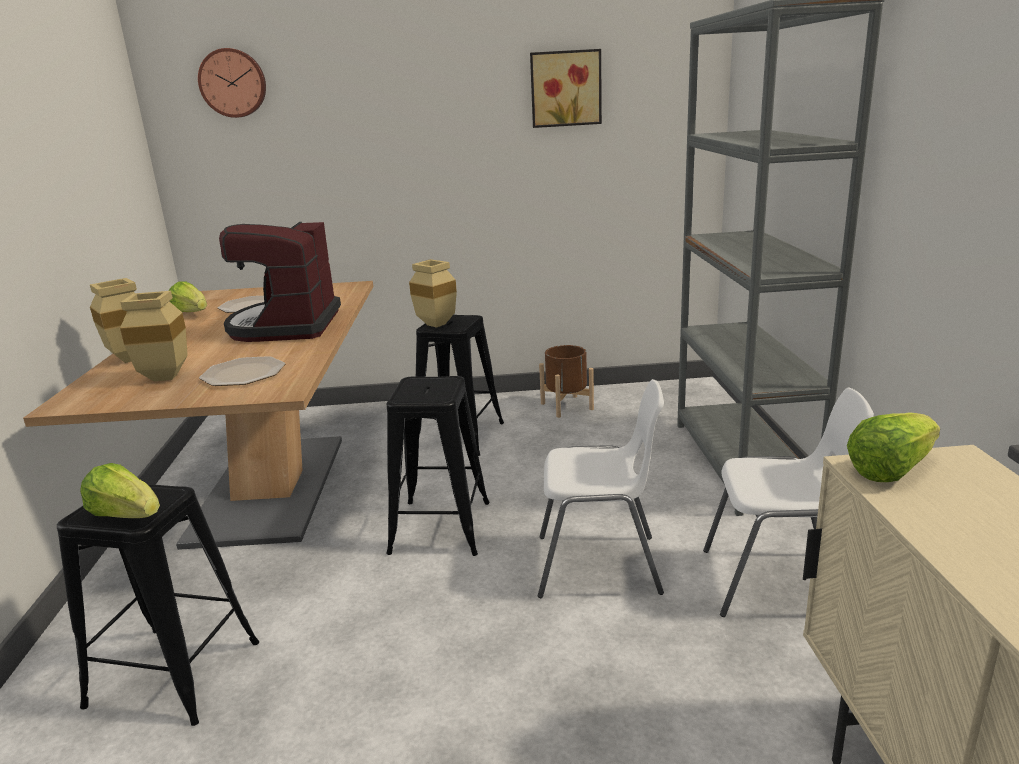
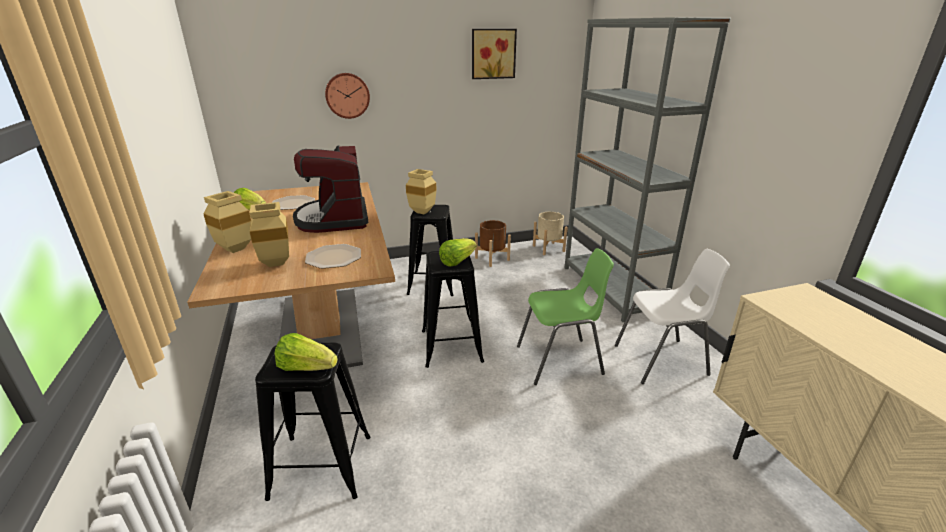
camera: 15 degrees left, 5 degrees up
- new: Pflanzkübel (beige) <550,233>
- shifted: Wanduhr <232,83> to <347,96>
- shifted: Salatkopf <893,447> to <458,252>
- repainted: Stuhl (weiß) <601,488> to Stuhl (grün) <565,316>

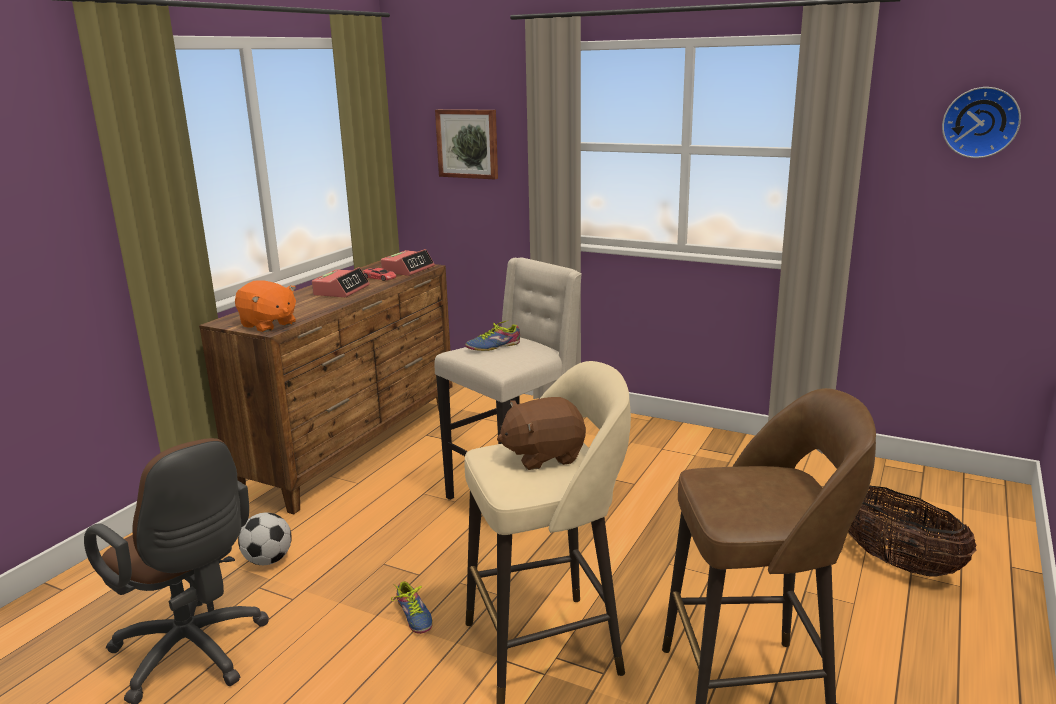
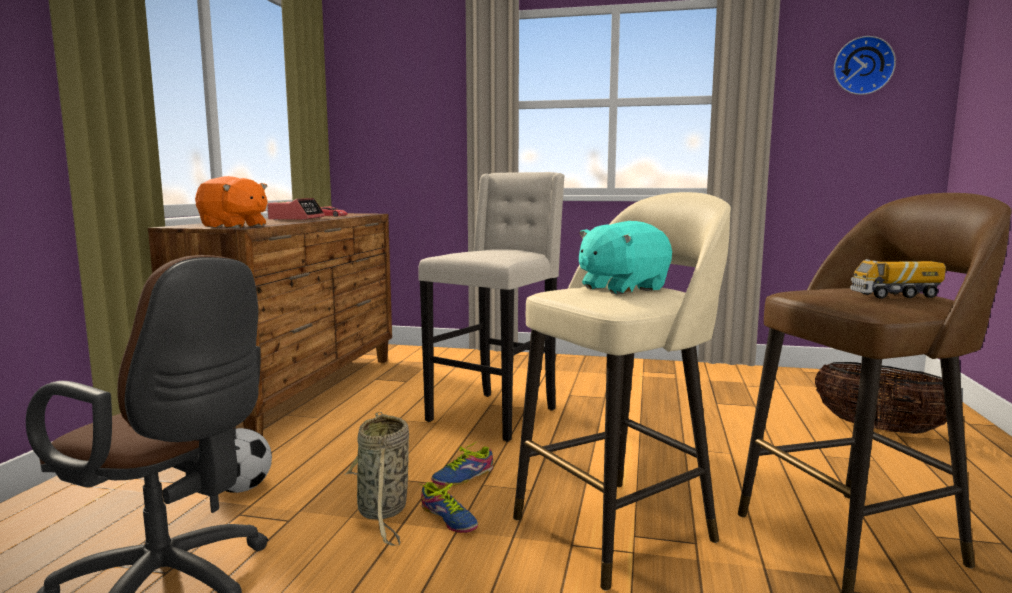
camera: 15 degrees left, 10 degrees down
- gone: Wecker <408,262>
- gone: Bild <466,144>
- new: Korb <376,478>
- new: Spielzeuglaster <898,279>
- shifted: Schuh <492,335> to <462,463>
- repainted: Plüschtier (braun) <541,433> to Plüschtier (türkis) <625,257>

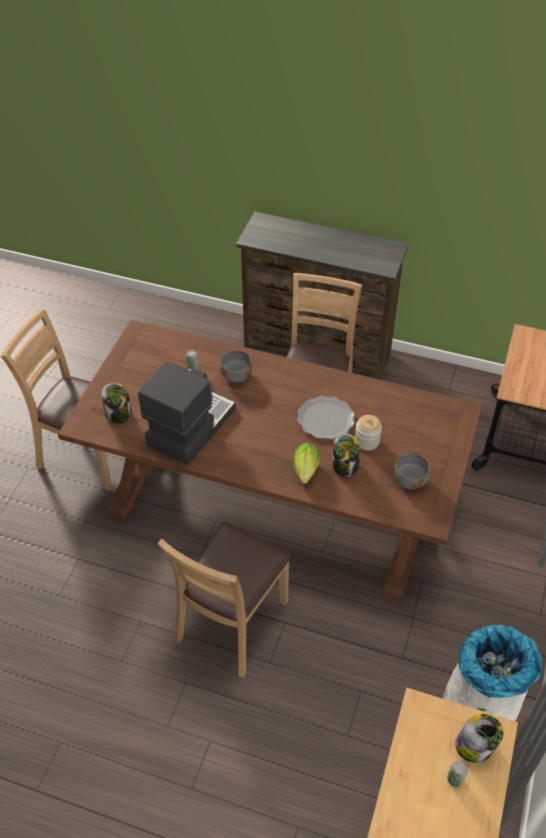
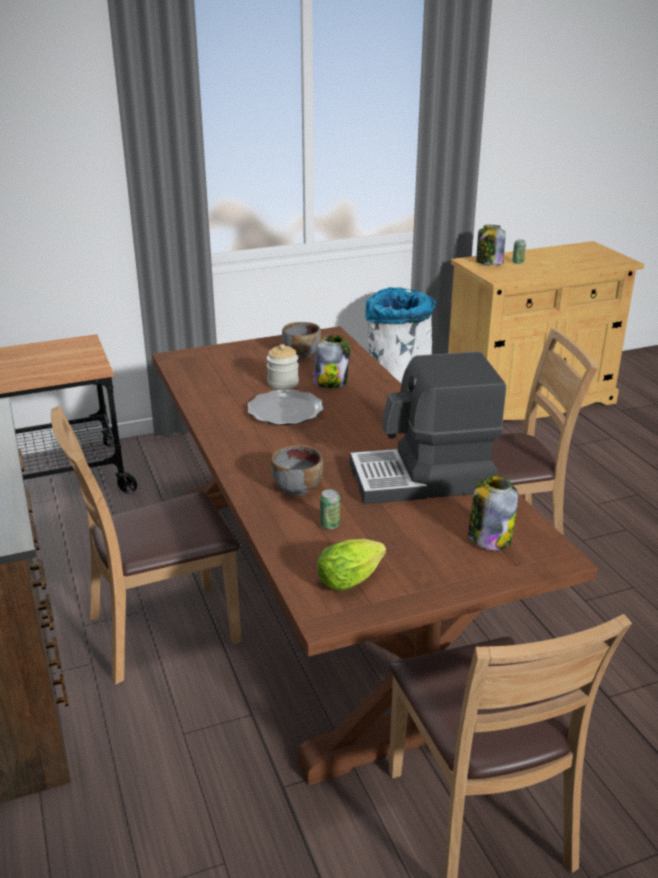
camera: 130 degrees left, 20 degrees down
- shifted: Salatkopf <307,463> to <351,565>

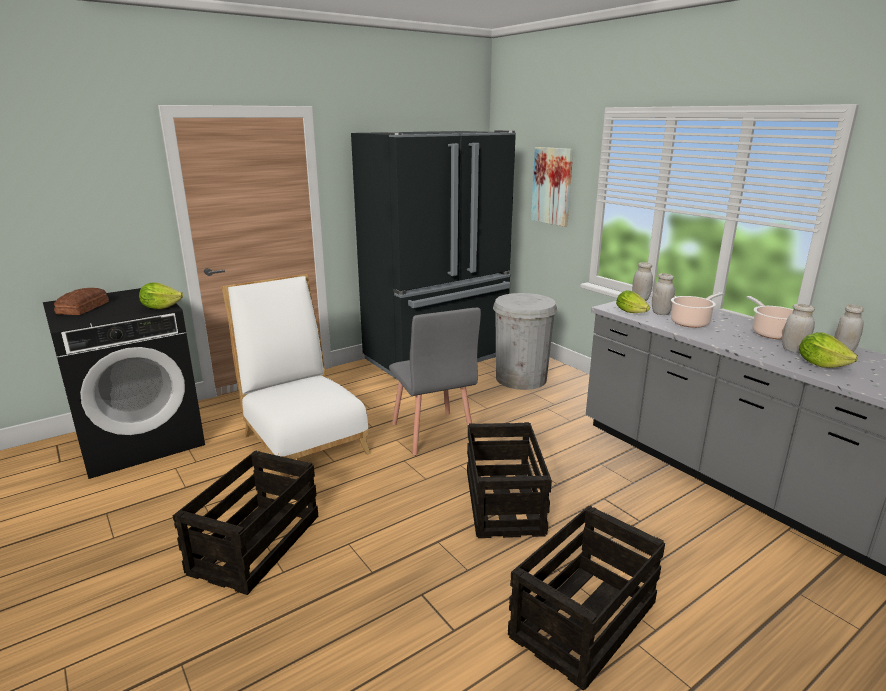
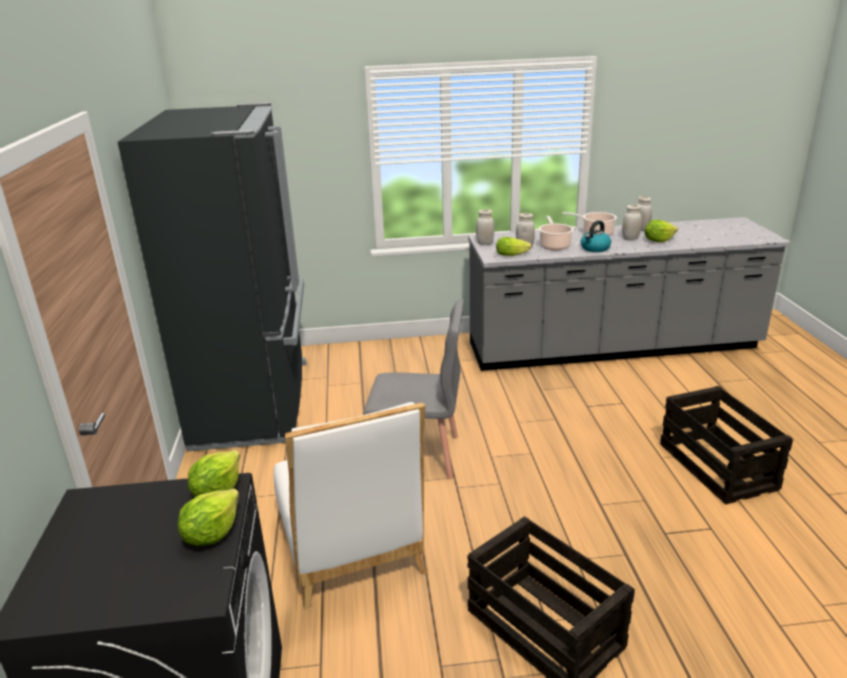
camera: 60 degrees left, 5 degrees up
- gone: Brot <81,301>
- gone: Kiste <509,480>
- gone: Mülleimer (weiß) <525,341>
- gone: Bild <552,187>
- new: Salatkopf <208,517>
- new: Wasserkessel <596,236>
- rotated: Stuhl (weiß) <296,375> = <350,506> 105 degrees counterclockwise

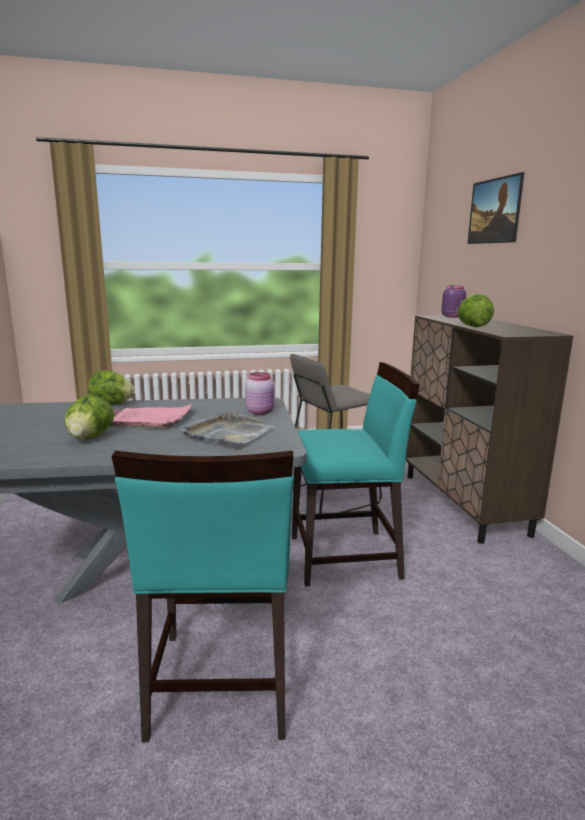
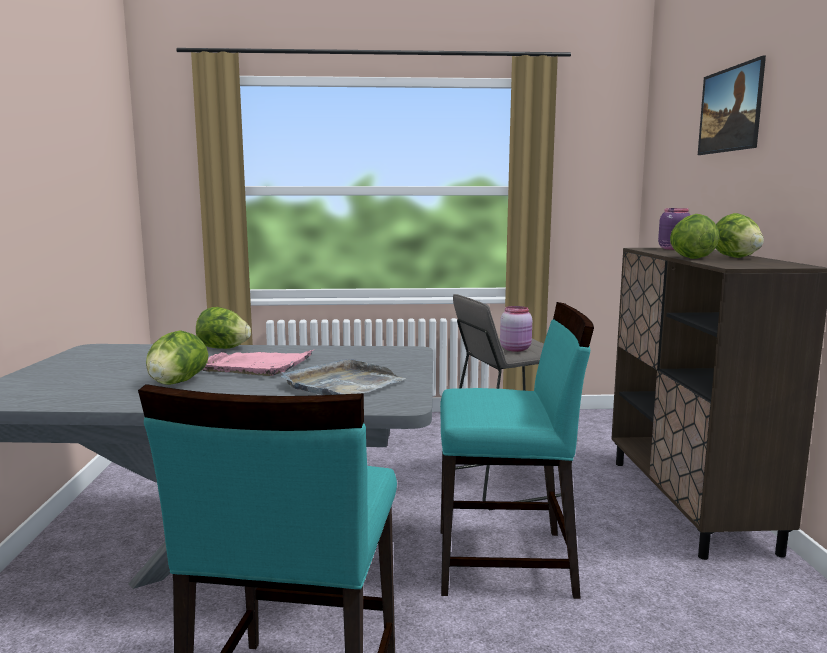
camera: 10 degrees right, 5 degrees down
- new: Salatkopf <740,235>
- shifted: Vorratsglas (rosa) <259,393> to <516,329>

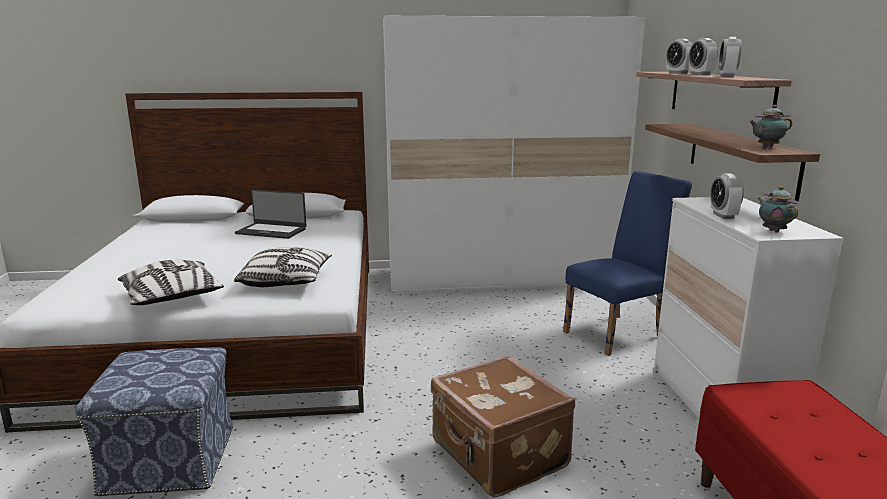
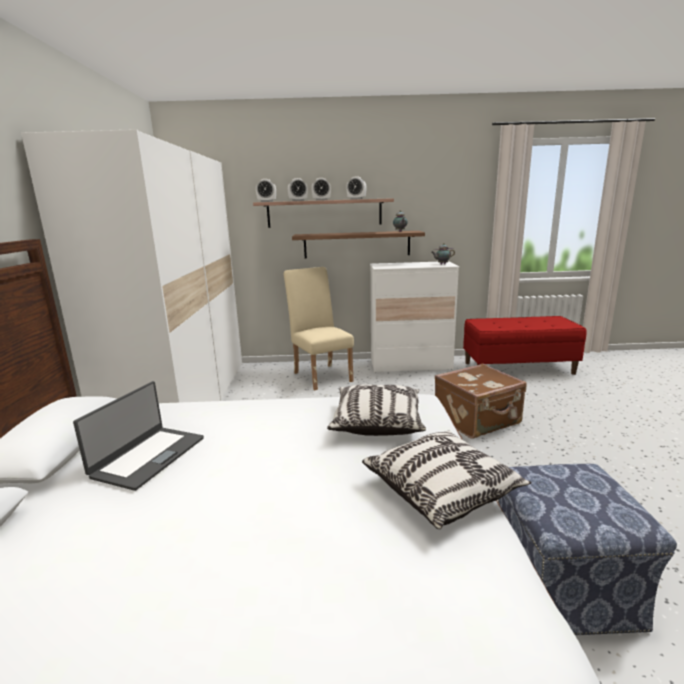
camera: 85 degrees left, 0 degrees up
- shifted: Wecker <727,196> to <266,190>
- repainted: Stuhl (blau) <627,263> to Stuhl (beige) <319,329>

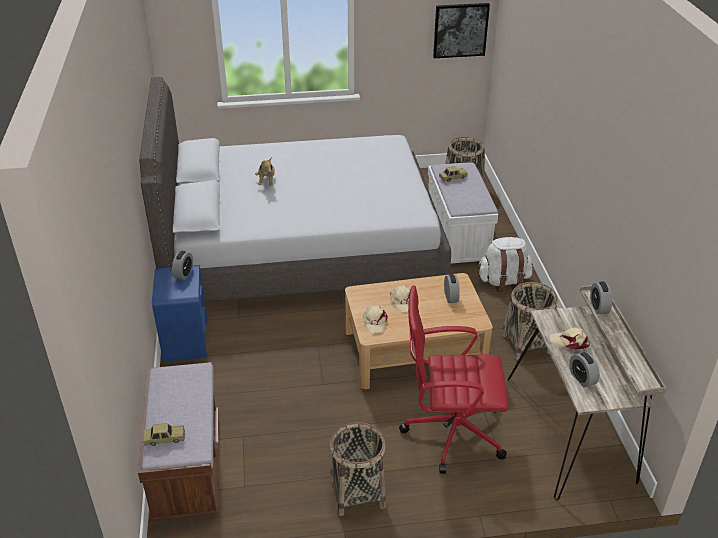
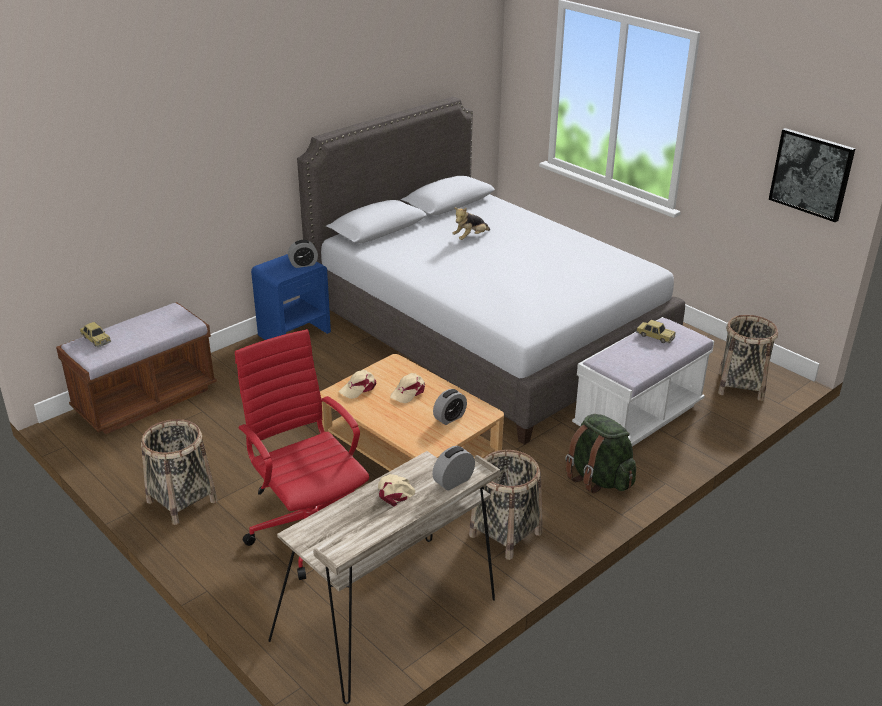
camera: 55 degrees right, 5 degrees down
- gone: Wecker <584,370>
- repainted: Rucksack (weiß) <505,264> to Rucksack (grün) <600,453>

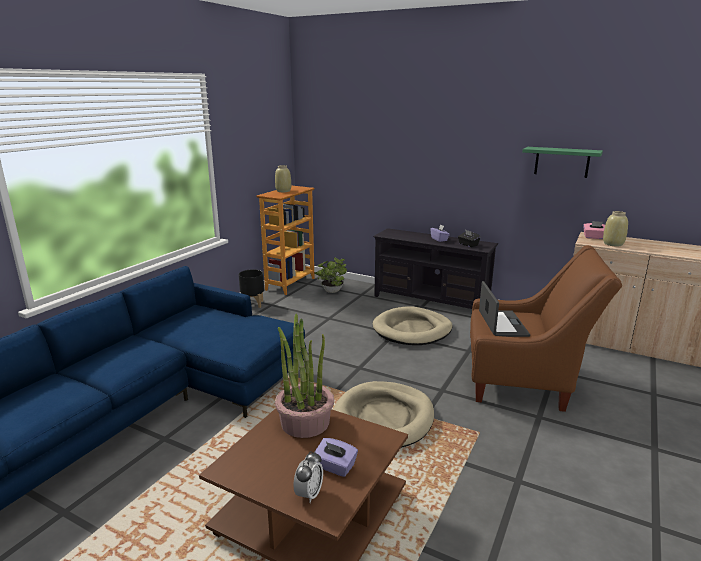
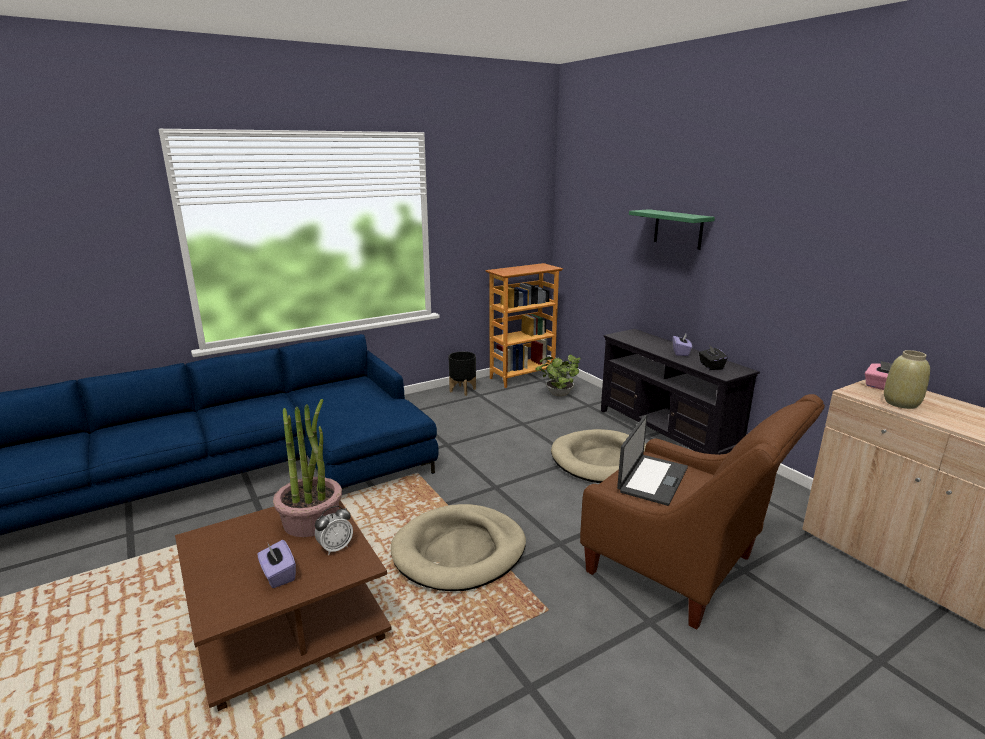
camera: 30 degrees right, 0 degrees up
- gone: Vase (beige) <283,178>
- shifted: Wecker <308,477> to <334,530>
- shifted: Wandregal (grün) <562,162> to <672,229>

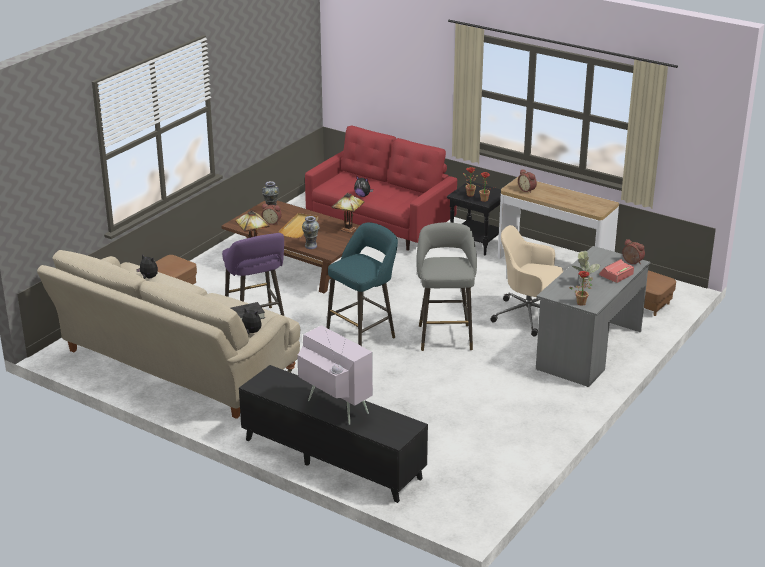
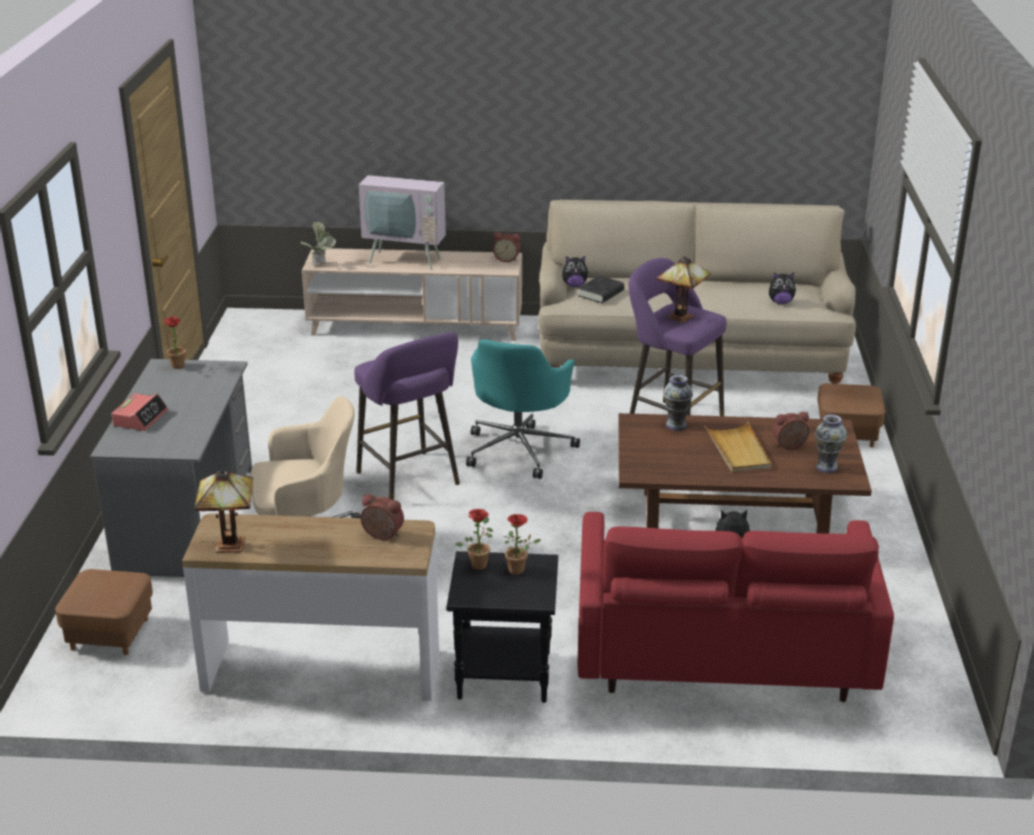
camera: 150 degrees right, 0 degrees up
- shifted: Tischlampe <348,213> to <224,511>
- shifted: Topfpflanze <585,269> to <318,244>
- shifted: Wecker <633,251> to <507,247>
- swapped: Hocker (türkis) <362,284> to Bürostuhl (türkis) <523,409>
- repainted: Fernsehschrank (schwarz) <333,434> to Fernsehschrank (beige) <412,294>
- repainted: Hocker (grau) <446,286> to Hocker (lila) <407,416>

